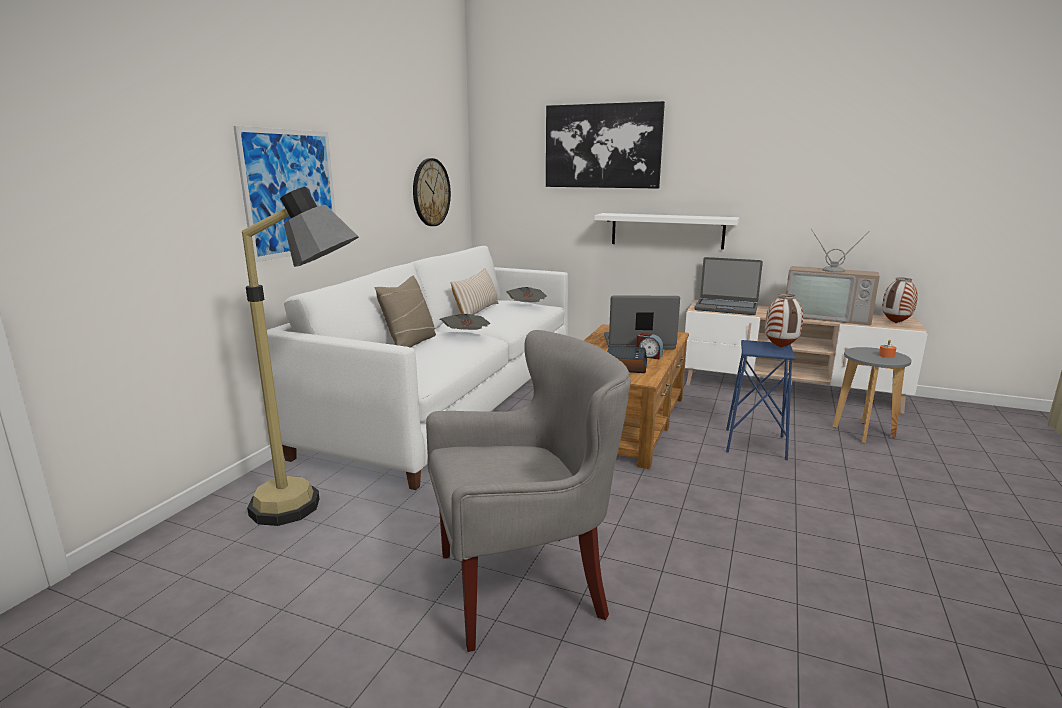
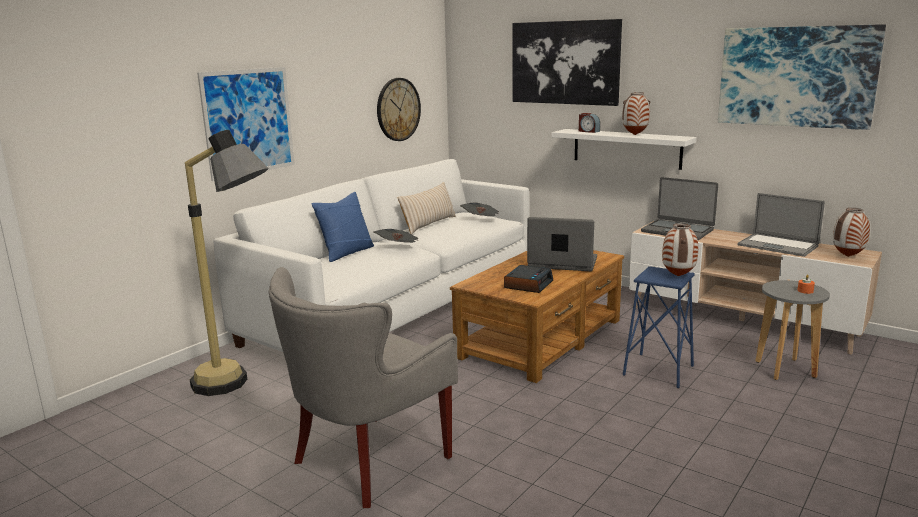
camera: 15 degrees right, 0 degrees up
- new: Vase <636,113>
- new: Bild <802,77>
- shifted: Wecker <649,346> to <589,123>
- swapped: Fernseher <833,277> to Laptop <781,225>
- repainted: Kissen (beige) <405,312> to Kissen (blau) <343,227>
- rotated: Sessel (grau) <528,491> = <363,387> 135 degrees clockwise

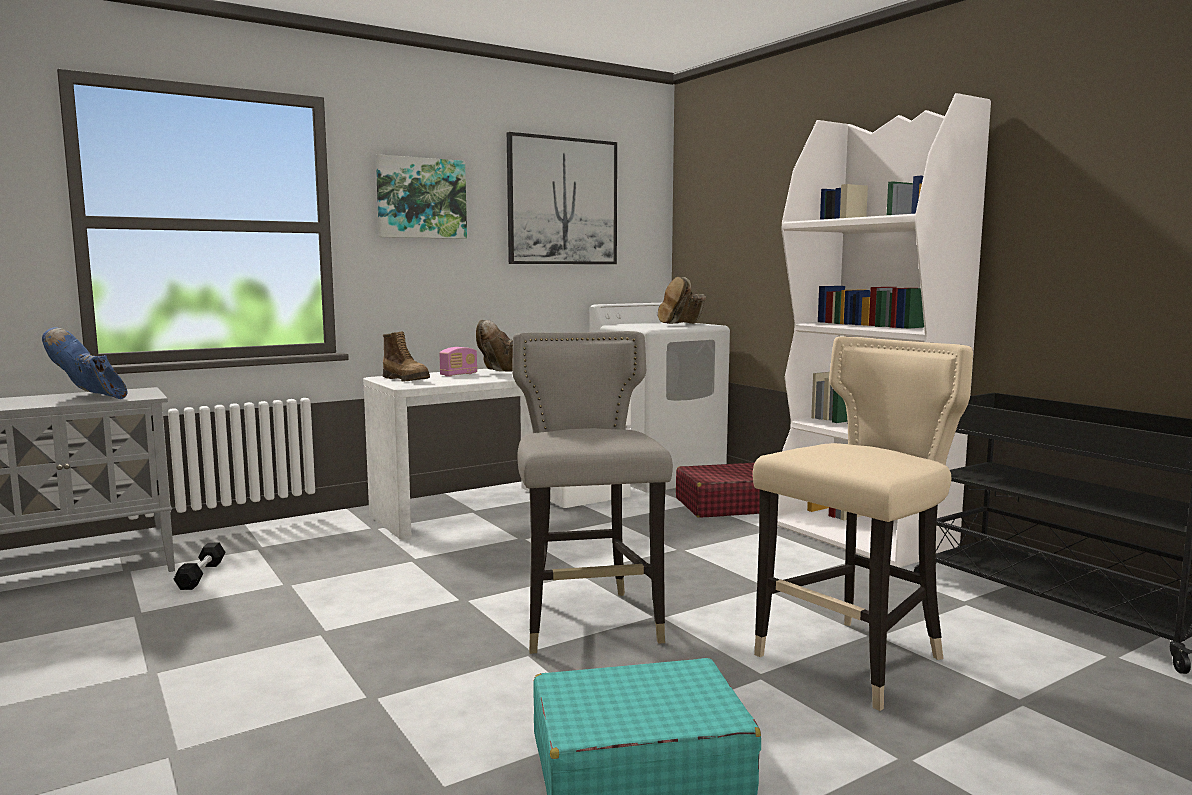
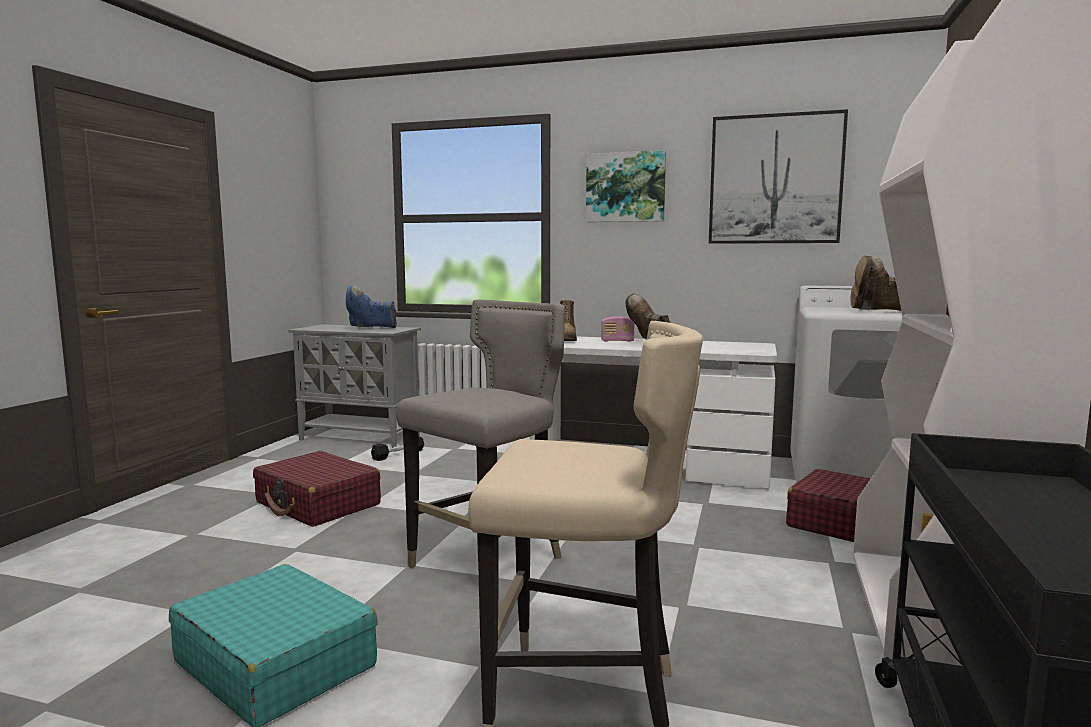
camera: 50 degrees right, 0 degrees up
- new: Koffer (rot) <317,489>
- rotated: Stiefel (blau) <84,363> = <371,307> 90 degrees counterclockwise

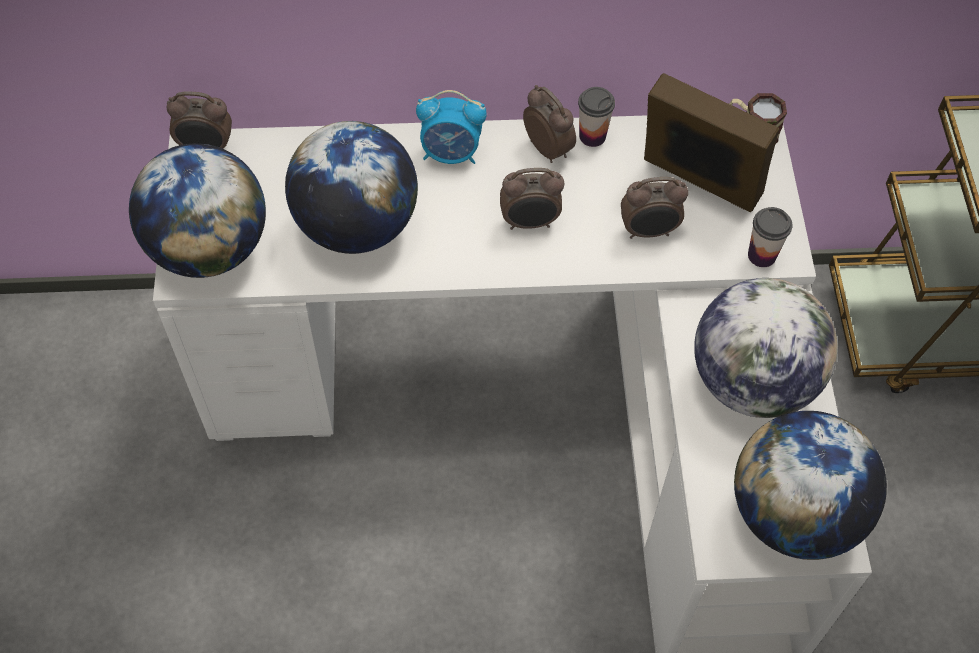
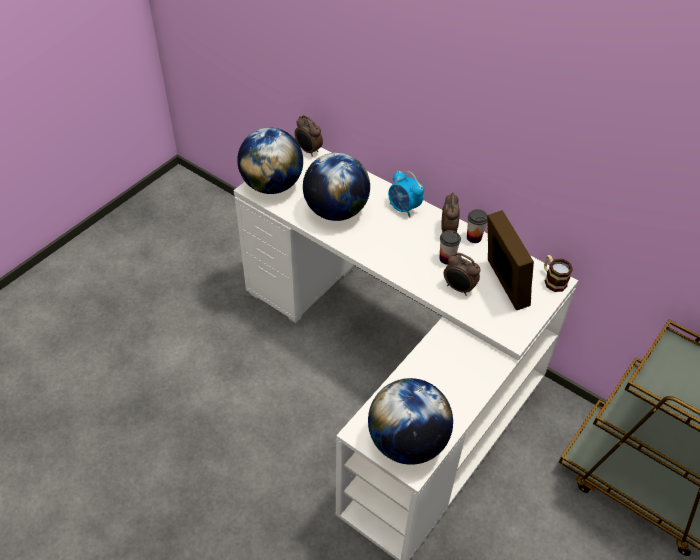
camera: 40 degrees right, 10 degrees down
- gone: Wecker <532,199>
- gone: Globus <766,348>
- shifted: Tasse <770,237> to <450,247>

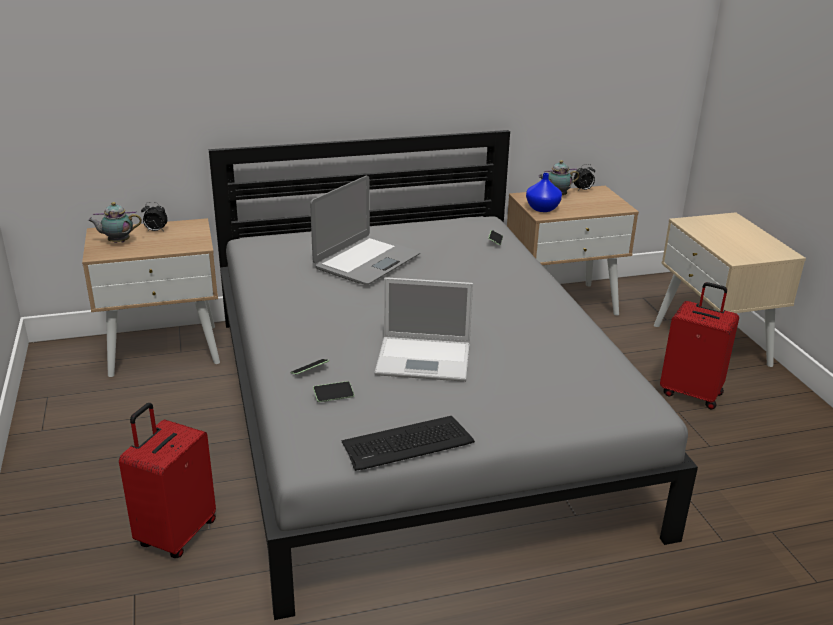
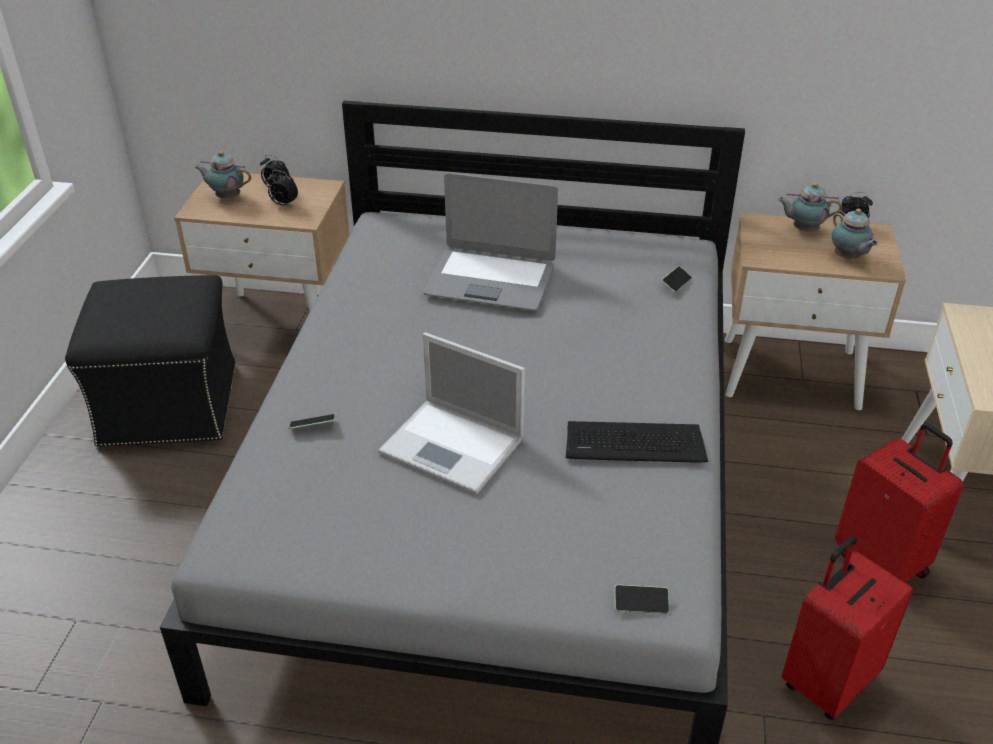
camera: 25 degrees right, 10 degrees up
- gone: Vase (blau) <544,192>
- new: Polsterhocker (schwarz) <150,361>
- new: Wecker <282,188>
- new: Teekanne <855,234>
- shifted: Koffer (rot) <167,480> to <848,628>
- shifted: Handy <333,391> to <642,599>
- shifted: Tastatur <408,443> to <637,442>
- rotated: Laptop <365,230> = <490,242> 45 degrees clockwise

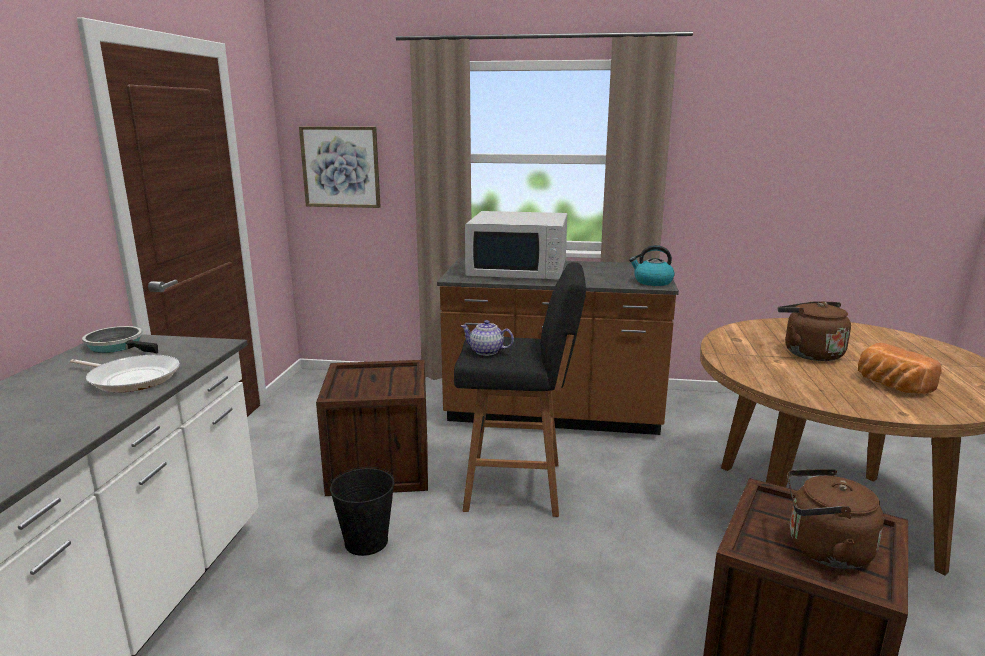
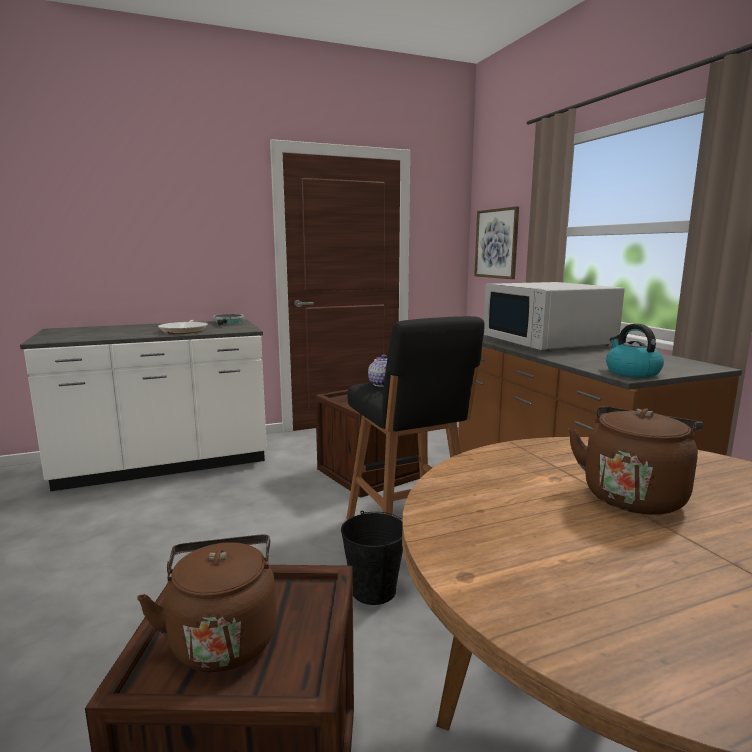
camera: 60 degrees right, 5 degrees down
- gone: Brot <900,368>
- shifted: Eimer (schwarz) <362,511> to <372,558>

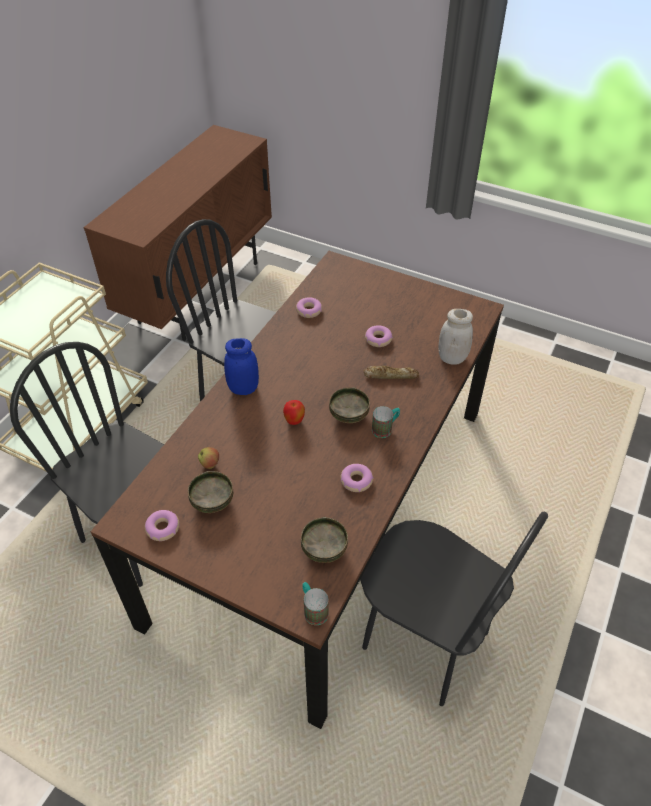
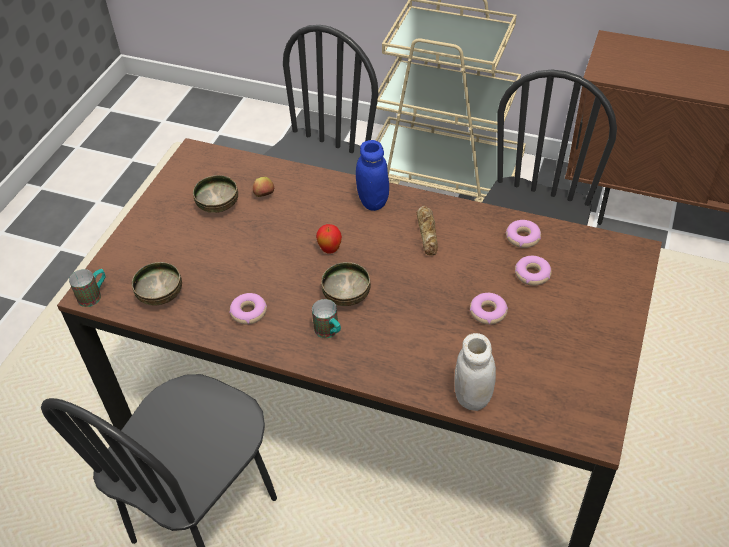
camera: 85 degrees right, 0 degrees up
- shifted: Donut <162,525> to <533,271>
- shifted: Brot <391,372> to <427,230>

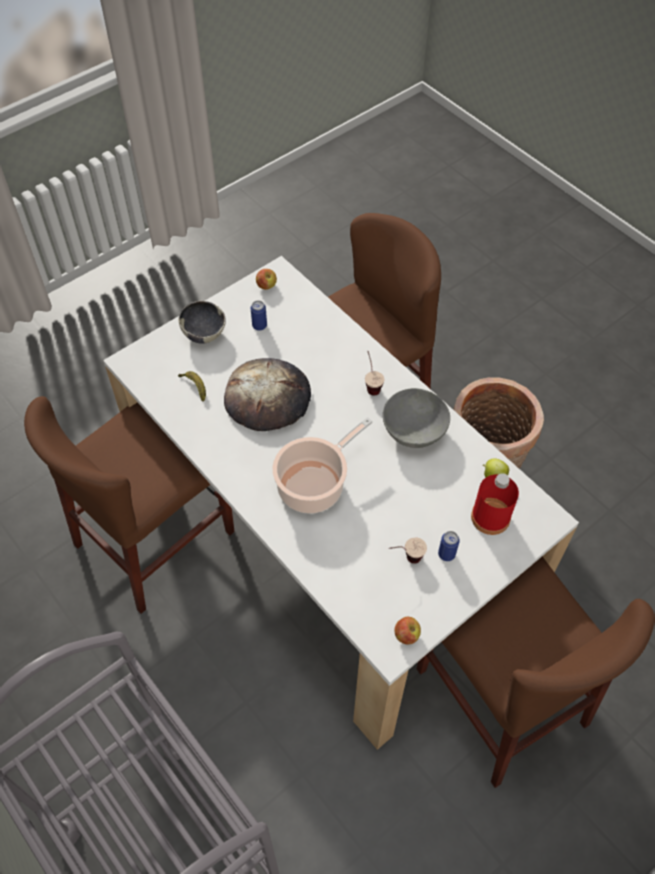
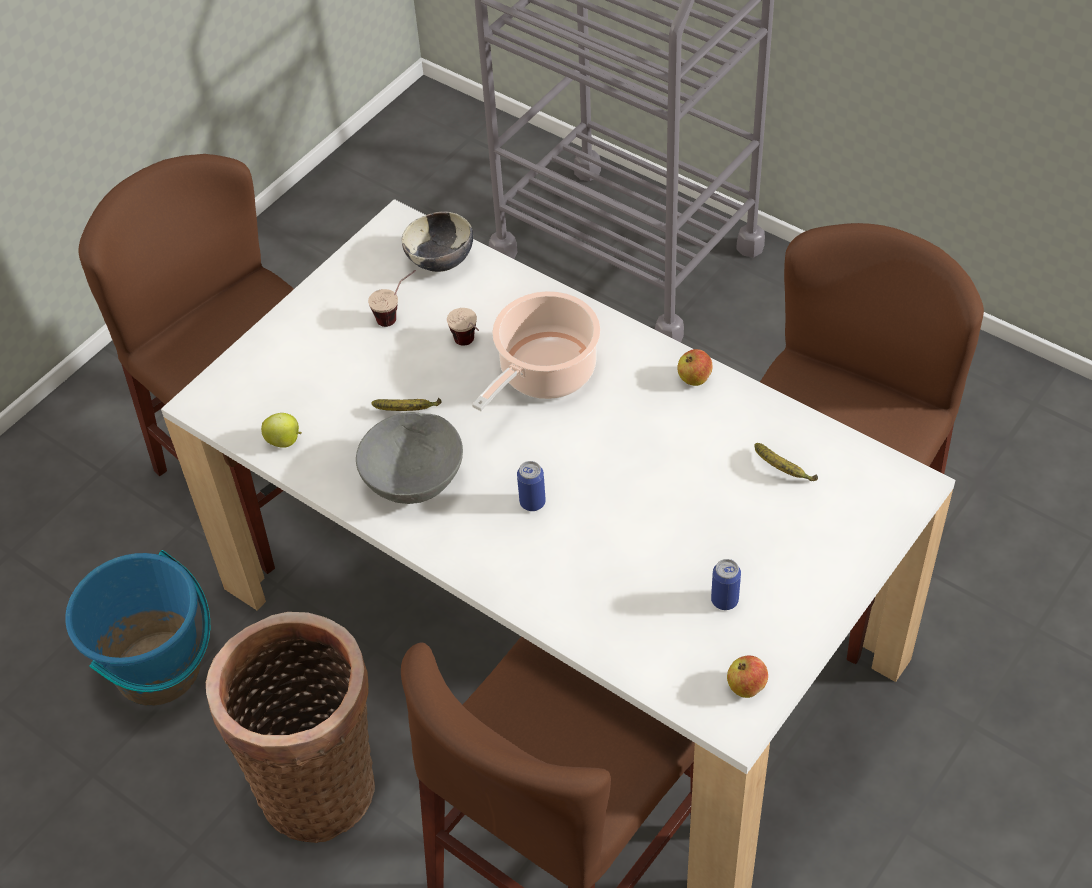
camera: 170 degrees right, 5 degrees down
- gone: Brot <267,394>
- gone: Flasche (rot) <495,504>
- new: Eimer (blau) <137,628>
- new: Banane <406,404>
- shifted: Schüssel <202,322> to <437,241>
- shifted: Tasse <375,373> to <463,327>
- shifted: Apfel <407,630> to <695,367>
- shifted: Dose <449,546> to <531,486>

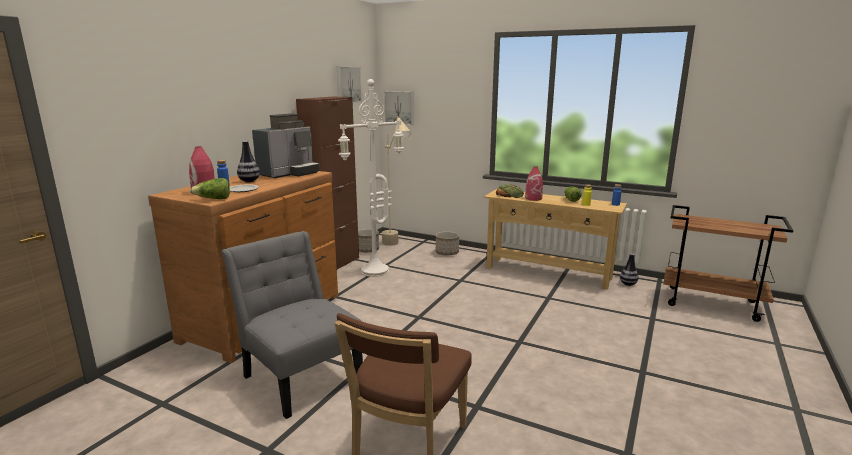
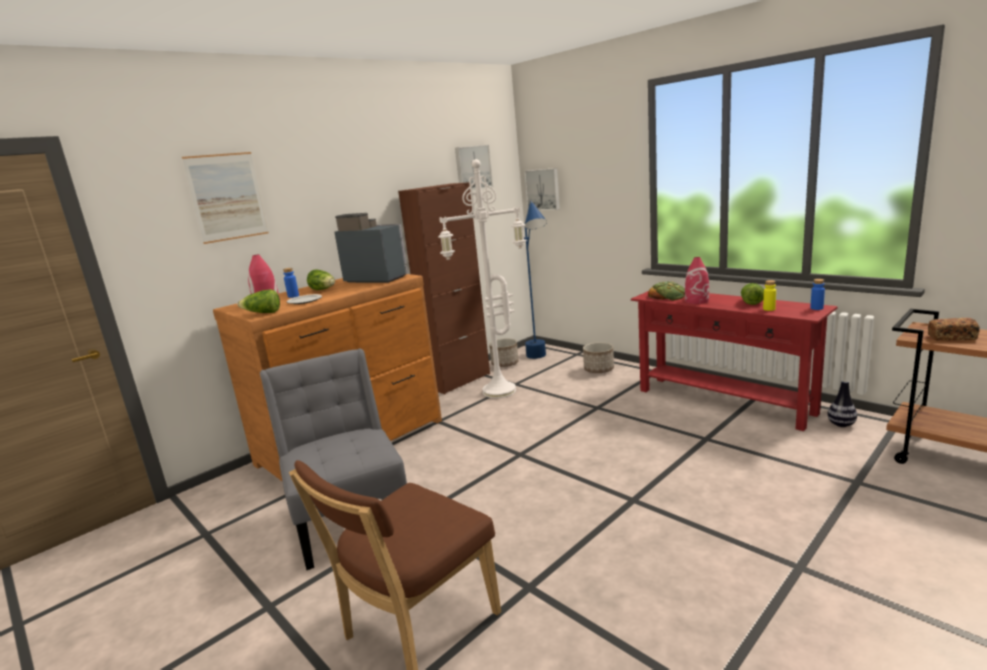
camera: 20 degrees right, 0 degrees up
- new: Bild <225,198>
- new: Brot <954,329>
- swapped: Vase <248,162> to Salatkopf <321,279>
- repainted: Stehlampe (beige) <396,181> to Stehlampe (blau) <535,280>
- repainted: Konsolentisch (beige) <555,239> to Konsolentisch (rot) <734,361>
- rotated: Kaffeemaschine <286,146> = <371,248> 120 degrees counterclockwise

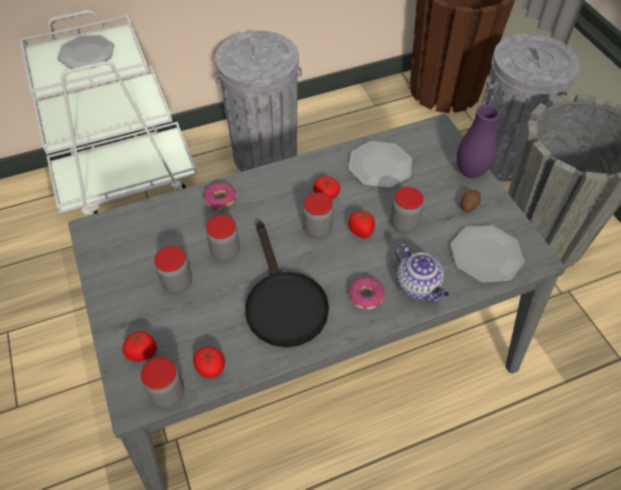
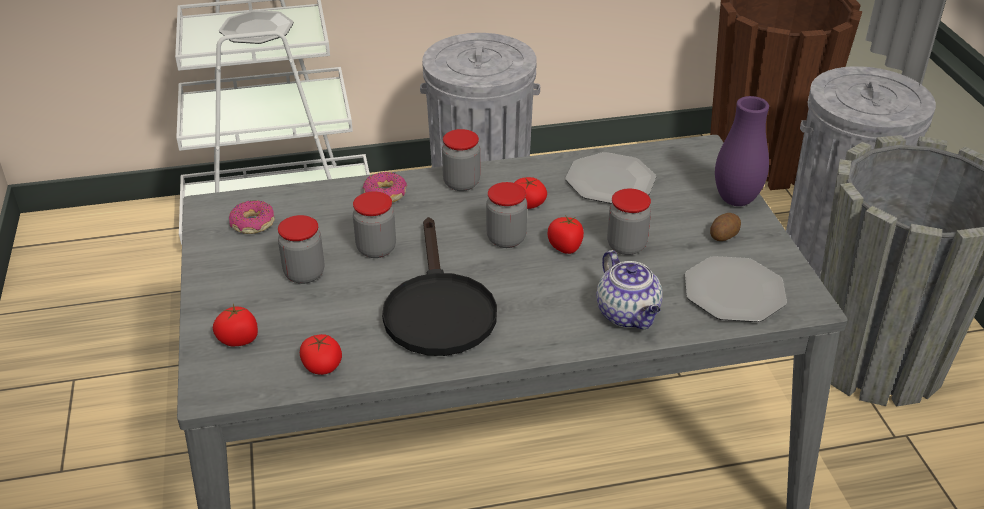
camera: 10 degrees right, 15 degrees down
- shifted: Vorratsglas <162,382> to <461,160>
- shifted: Donut <367,293> to <252,217>

